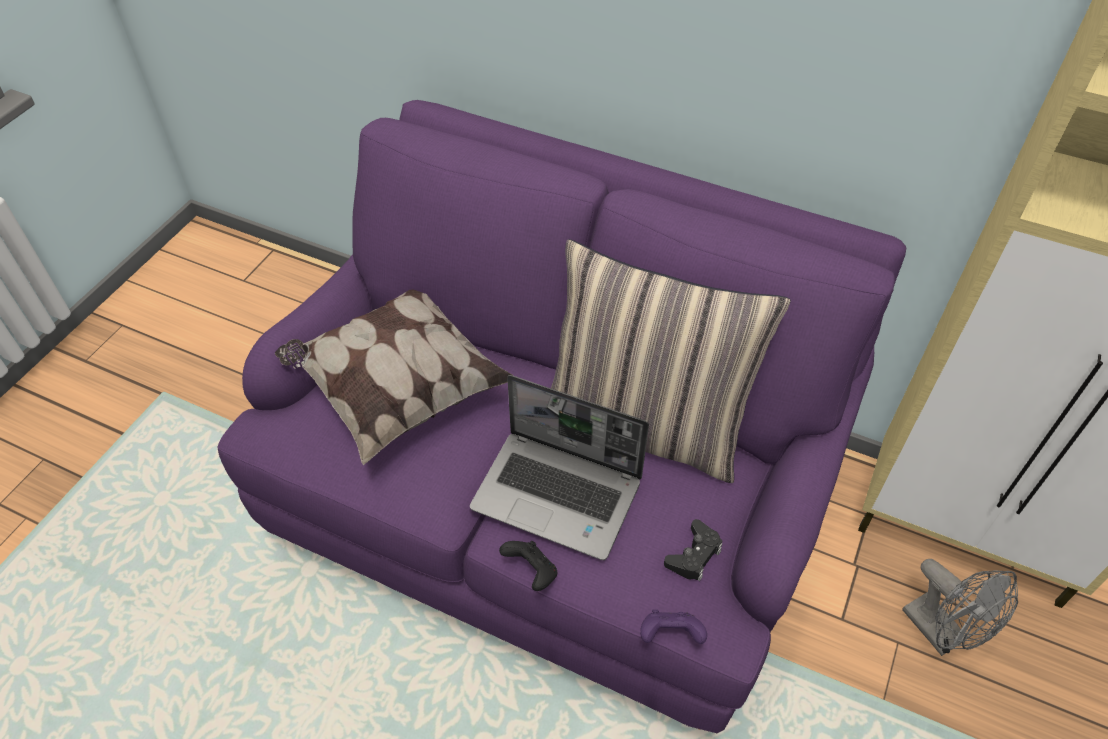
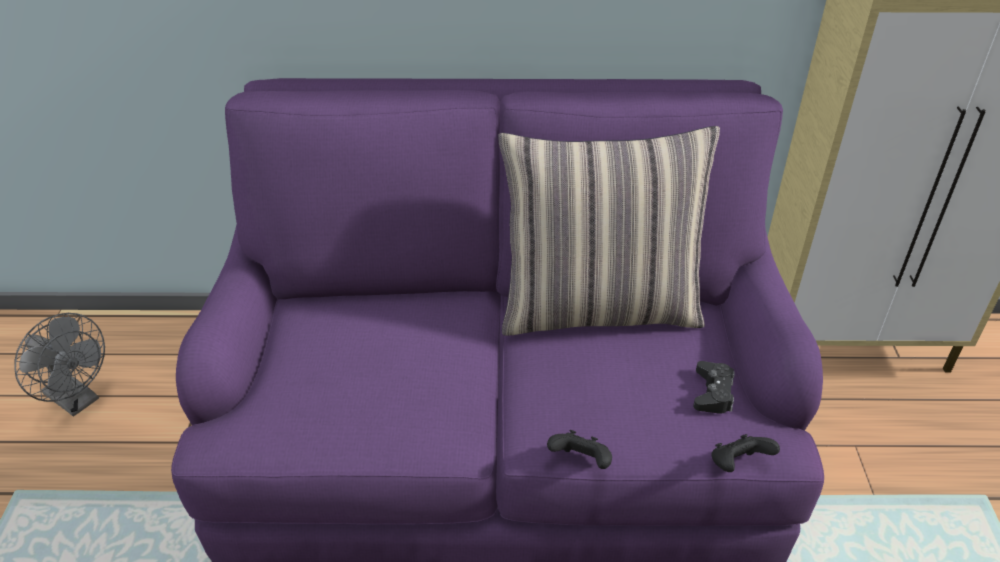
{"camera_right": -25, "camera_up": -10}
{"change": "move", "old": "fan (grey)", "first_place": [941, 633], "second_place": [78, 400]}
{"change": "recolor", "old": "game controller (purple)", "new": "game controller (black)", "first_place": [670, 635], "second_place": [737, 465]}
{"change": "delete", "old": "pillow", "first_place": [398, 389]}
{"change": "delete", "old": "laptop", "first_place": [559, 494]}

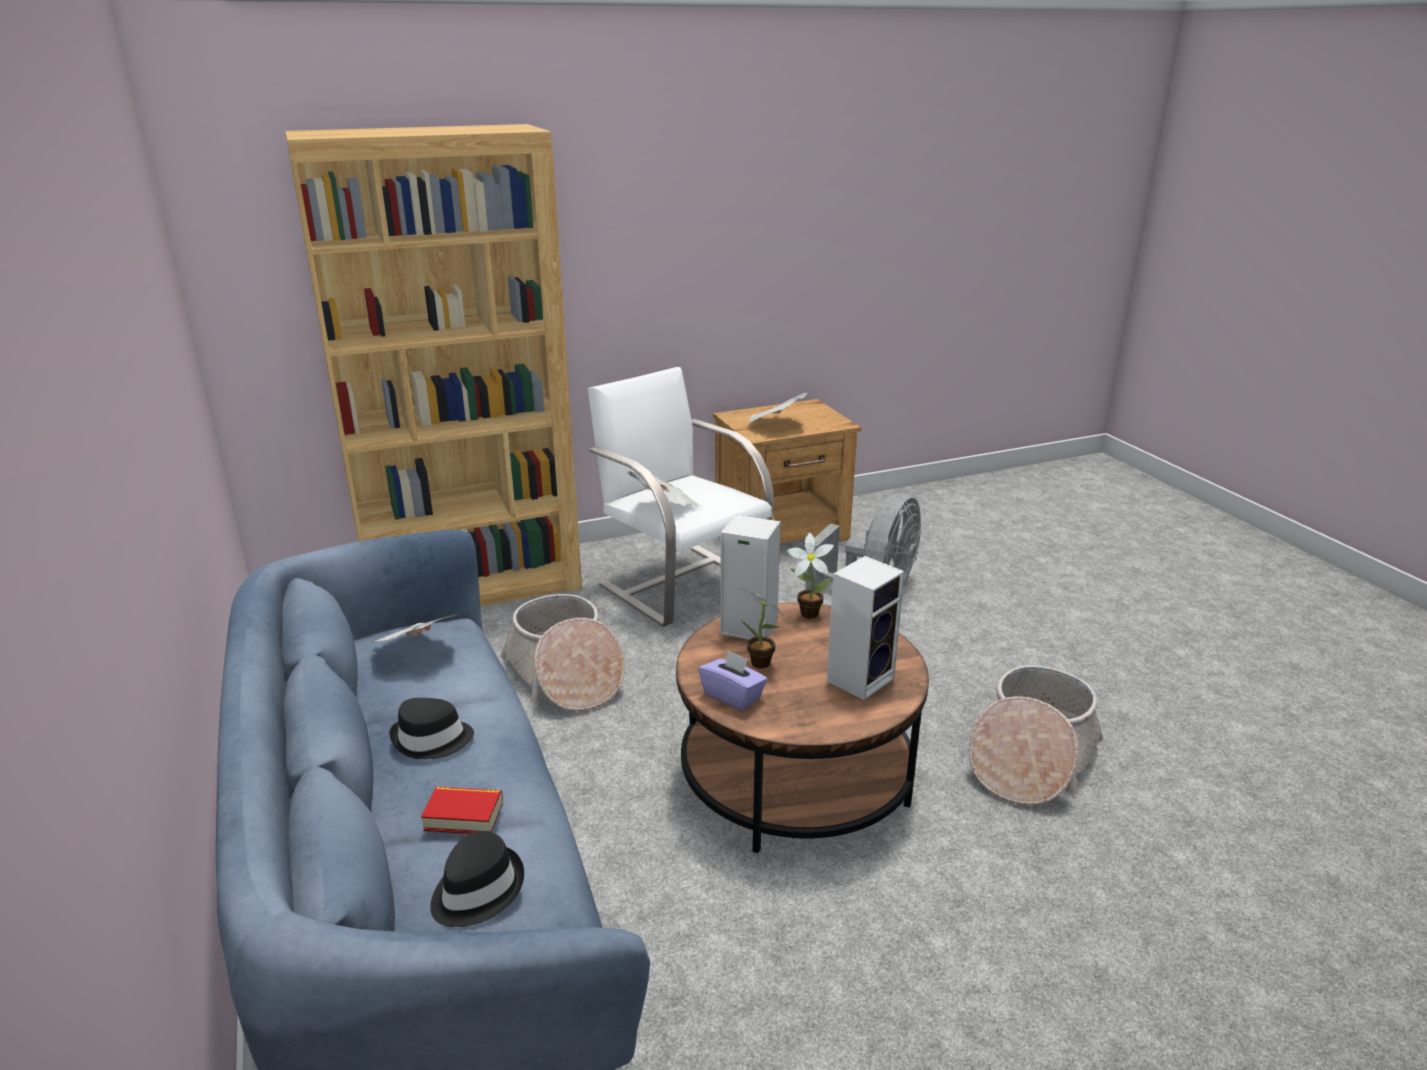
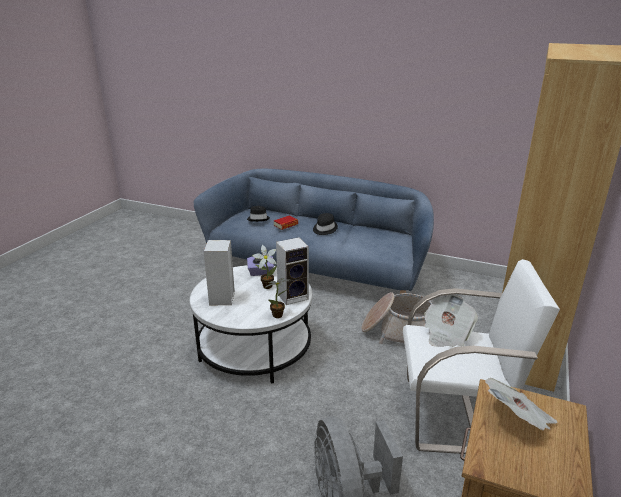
{"camera_right": 135, "camera_up": 0}
{"change": "recolor", "old": "coffee table (brown)", "new": "coffee table (white)", "first_place": [795, 775], "second_place": [255, 347]}
{"change": "delete", "old": "newspaper", "first_place": [417, 649]}
{"change": "delete", "old": "basket", "first_place": [1030, 759]}

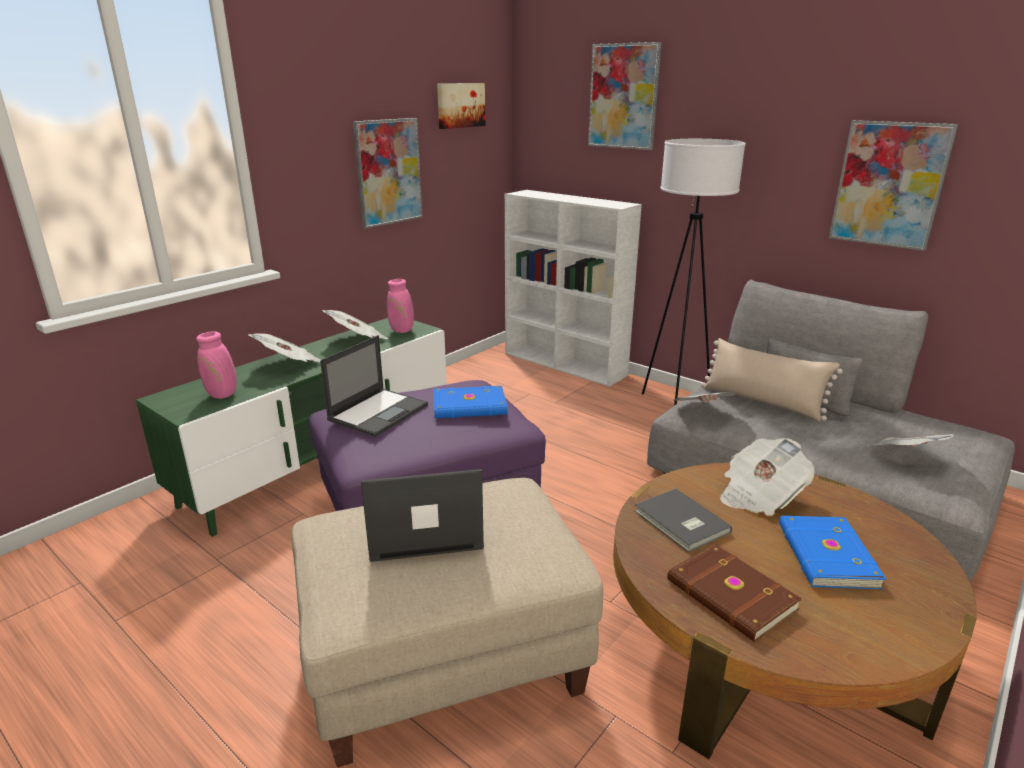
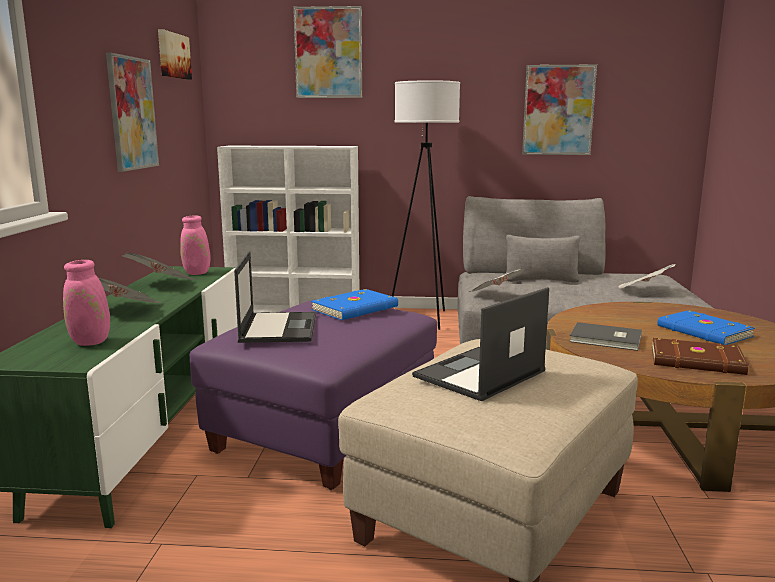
{"camera_right": -35, "camera_up": -10}
{"change": "delete", "old": "pillow (beige)", "first_place": [762, 402]}
{"change": "delete", "old": "newspaper", "first_place": [759, 495]}

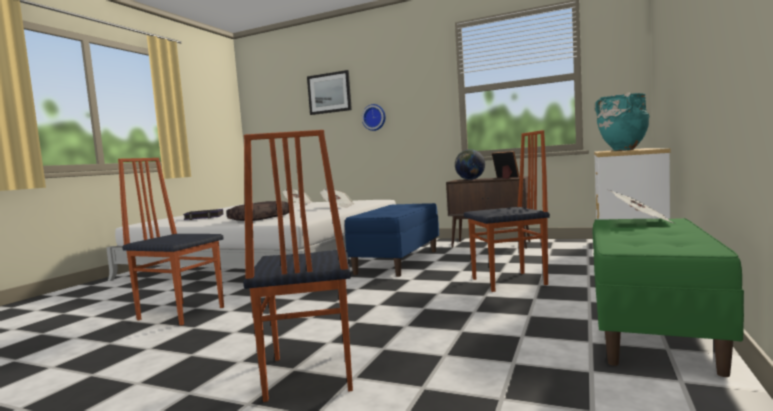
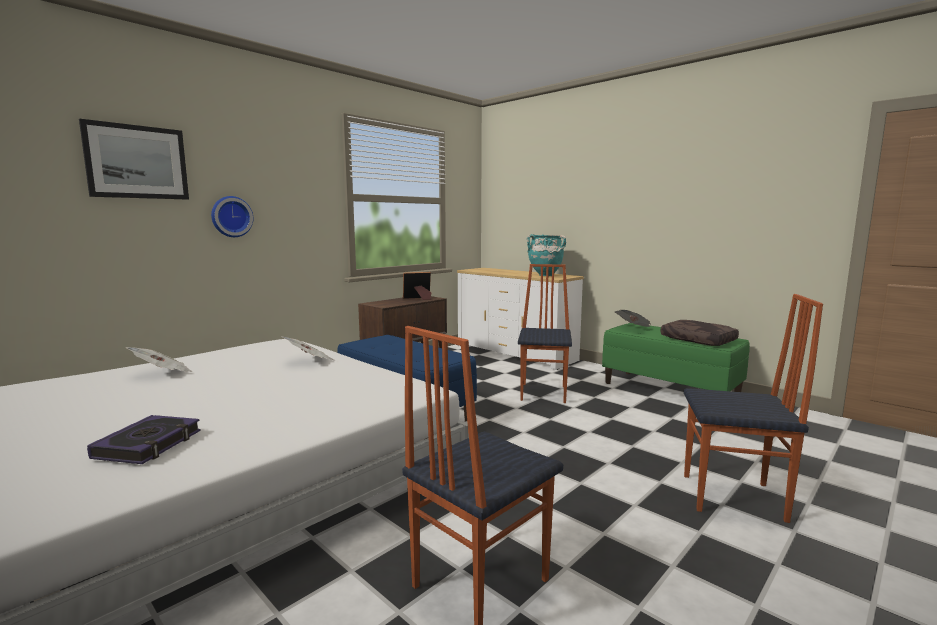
{"camera_right": -70, "camera_up": 5}
{"change": "move", "old": "pillow (brown)", "first_place": [261, 218], "second_place": [697, 340]}
{"change": "delete", "old": "globe", "first_place": [470, 179]}

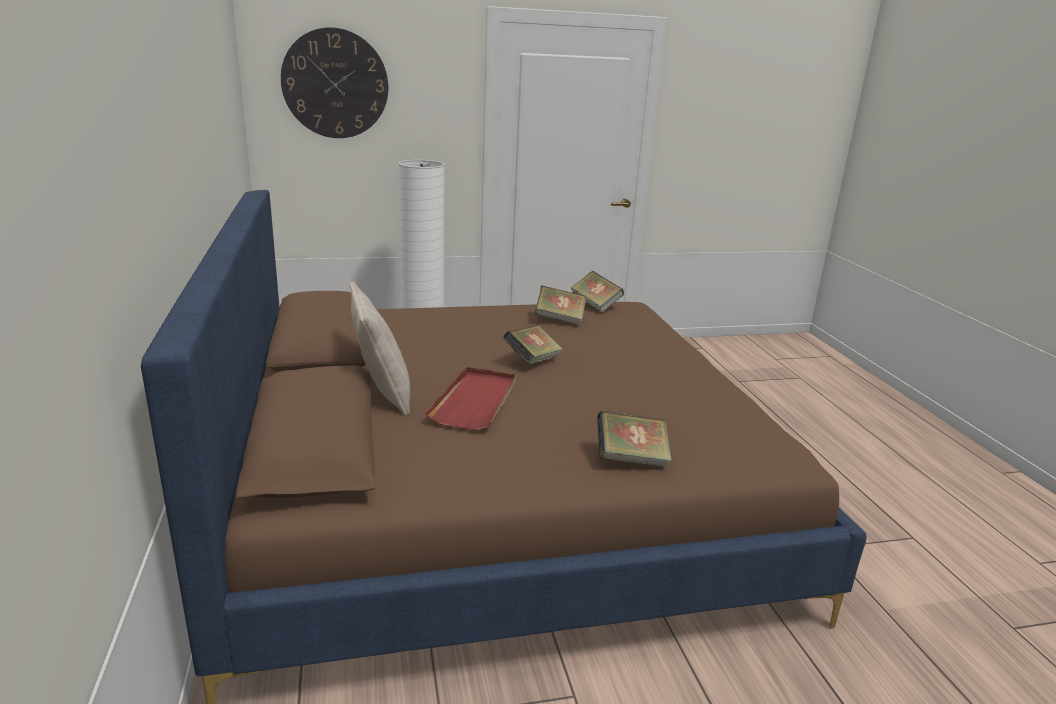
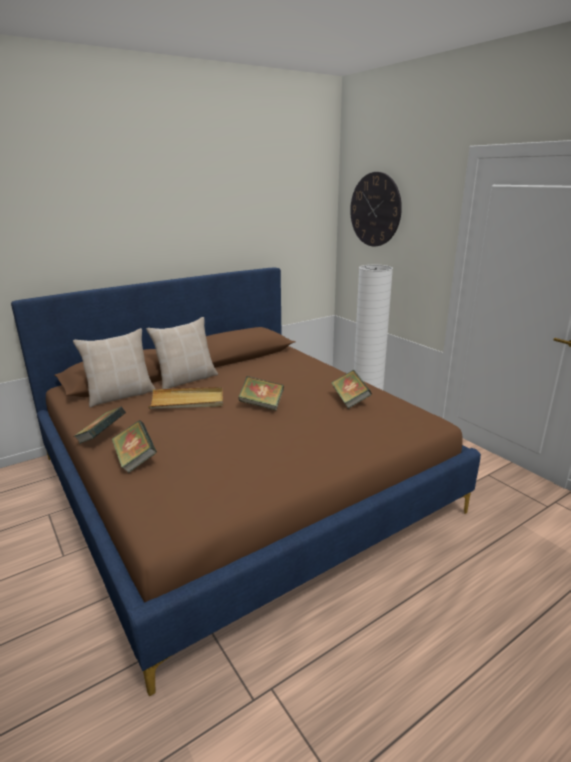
{"camera_right": 70, "camera_up": 0}
{"change": "insert", "new": "pillow (beige)", "second_place": [121, 395]}
{"change": "move", "old": "book", "first_place": [595, 305], "second_place": [102, 437]}
{"change": "recolor", "old": "tray (red)", "new": "tray (beige)", "first_place": [475, 401], "second_place": [187, 401]}

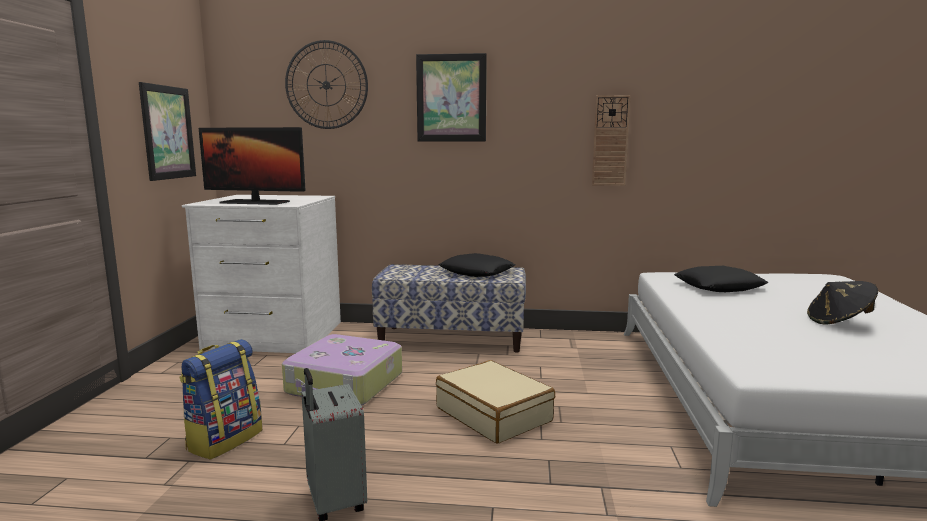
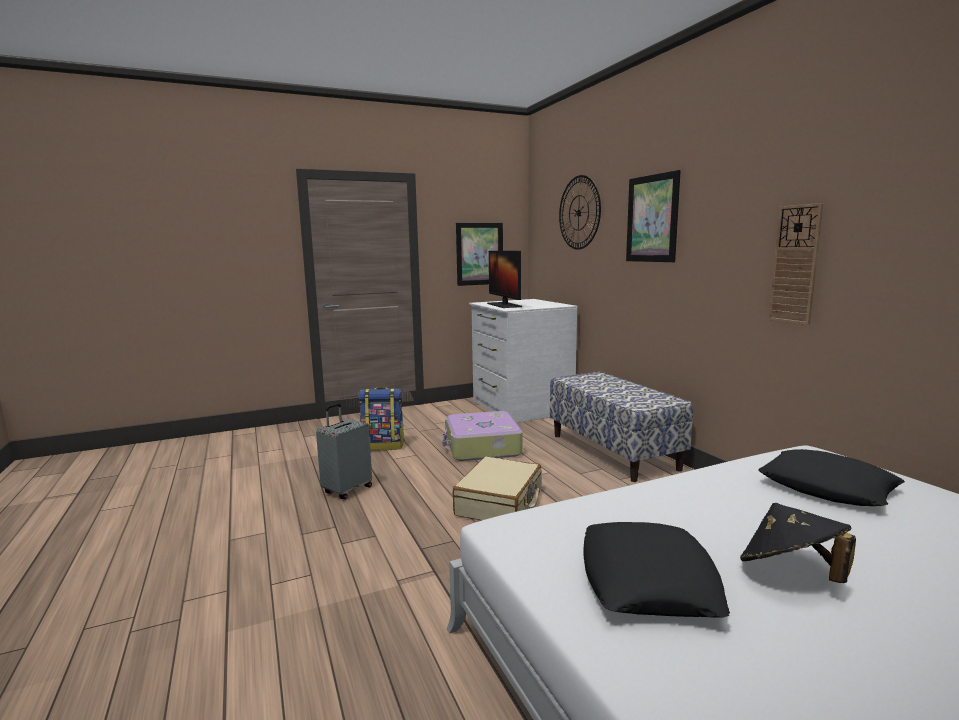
{"camera_right": 60, "camera_up": 0}
{"change": "move", "old": "pillow (black)", "first_place": [477, 272], "second_place": [648, 580]}

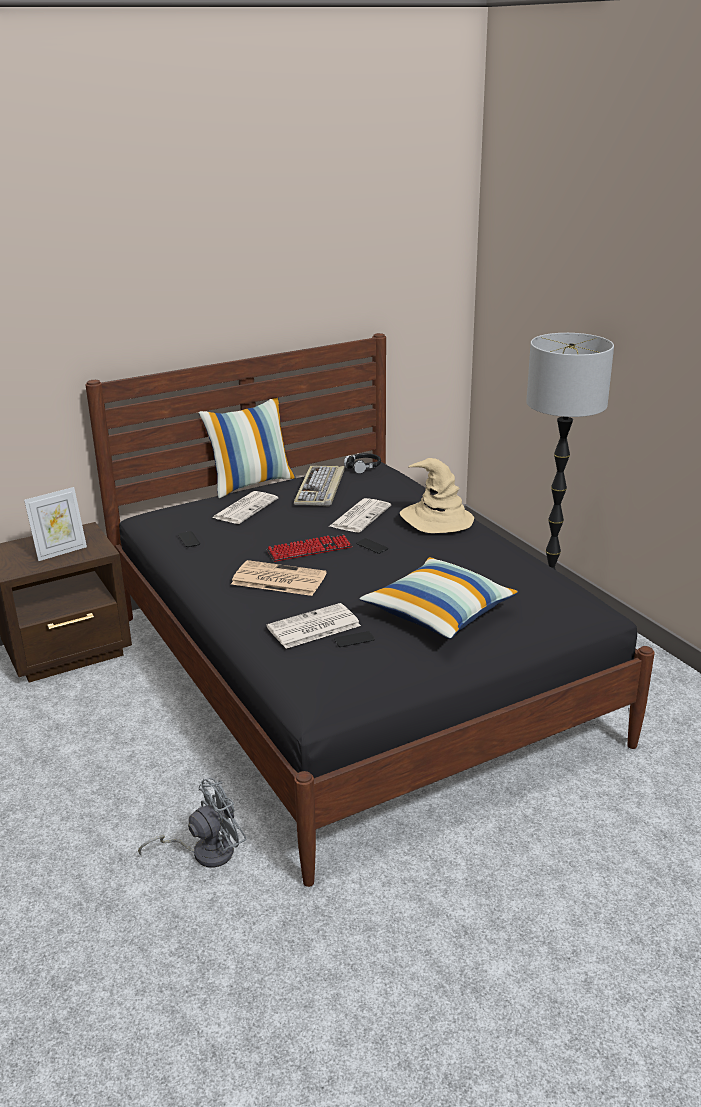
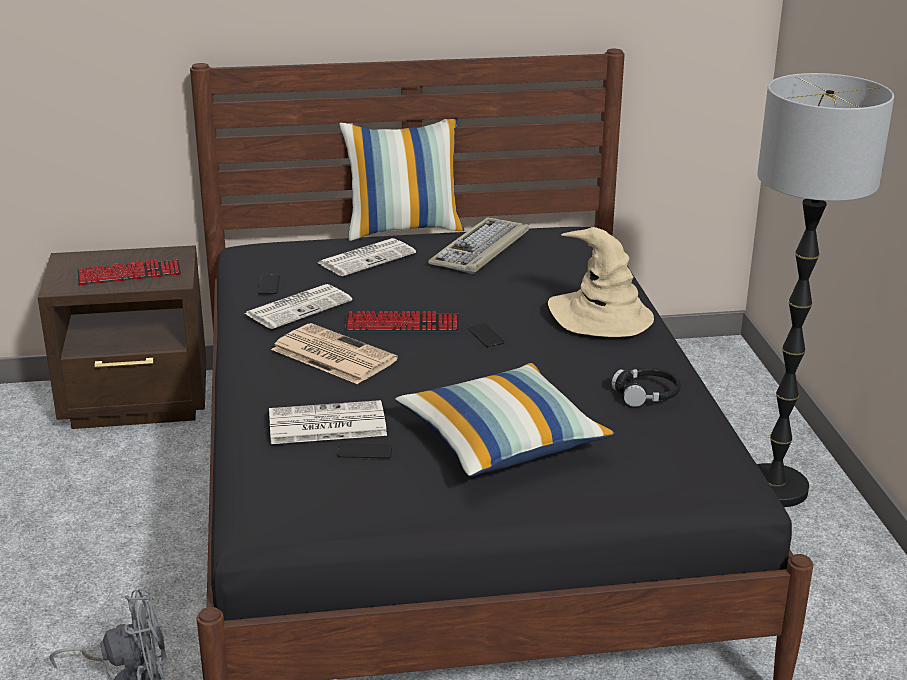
{"camera_right": 20, "camera_up": 0}
{"change": "replace", "old": "picture frame", "new": "keyboard", "first_place": [60, 552], "second_place": [129, 274]}
{"change": "move", "old": "newspaper", "first_place": [360, 516], "second_place": [299, 307]}
{"change": "move", "old": "headphones (black)", "first_place": [363, 467], "second_place": [647, 394]}

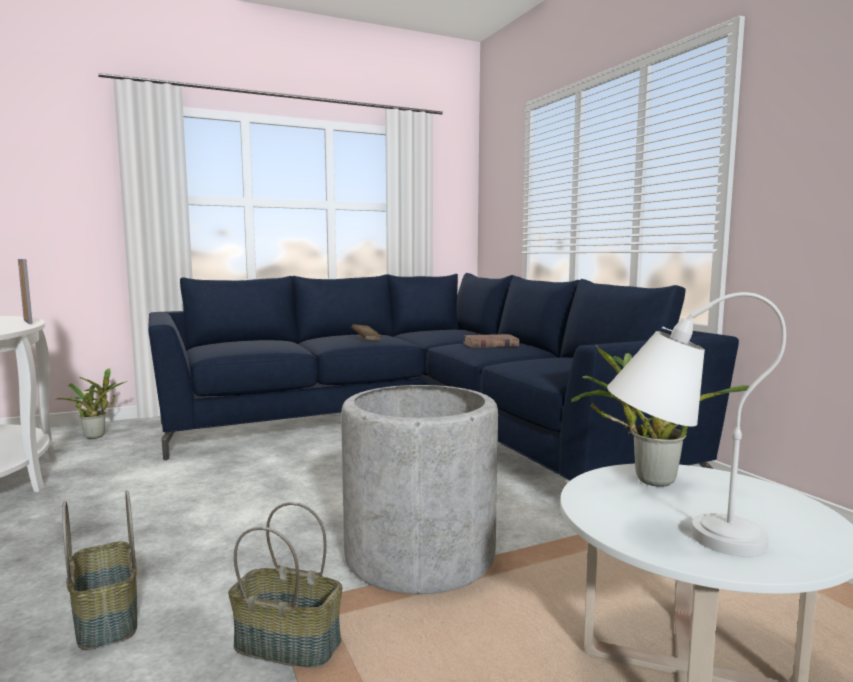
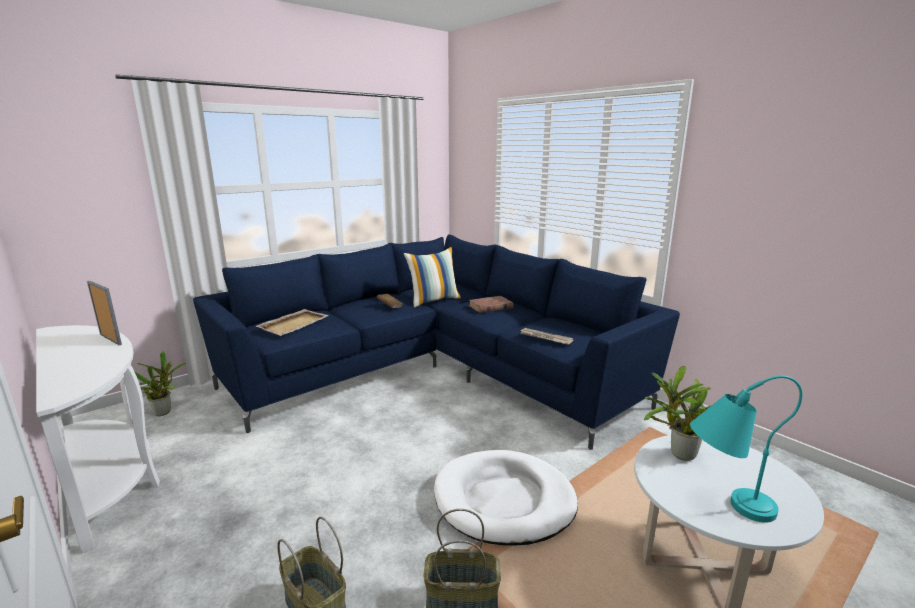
{"camera_right": -15, "camera_up": 10}
{"change": "insert", "new": "tray (beige)", "second_place": [294, 324]}
{"change": "insert", "new": "pillow", "second_place": [433, 300]}
{"change": "replace", "old": "planter (grey)", "new": "dog bed (white)", "first_place": [420, 555], "second_place": [504, 500]}
{"change": "insert", "new": "newspaper", "second_place": [545, 338]}
{"change": "recolor", "old": "table lamp (white)", "new": "table lamp (turquoise)", "first_place": [677, 531], "second_place": [723, 505]}

